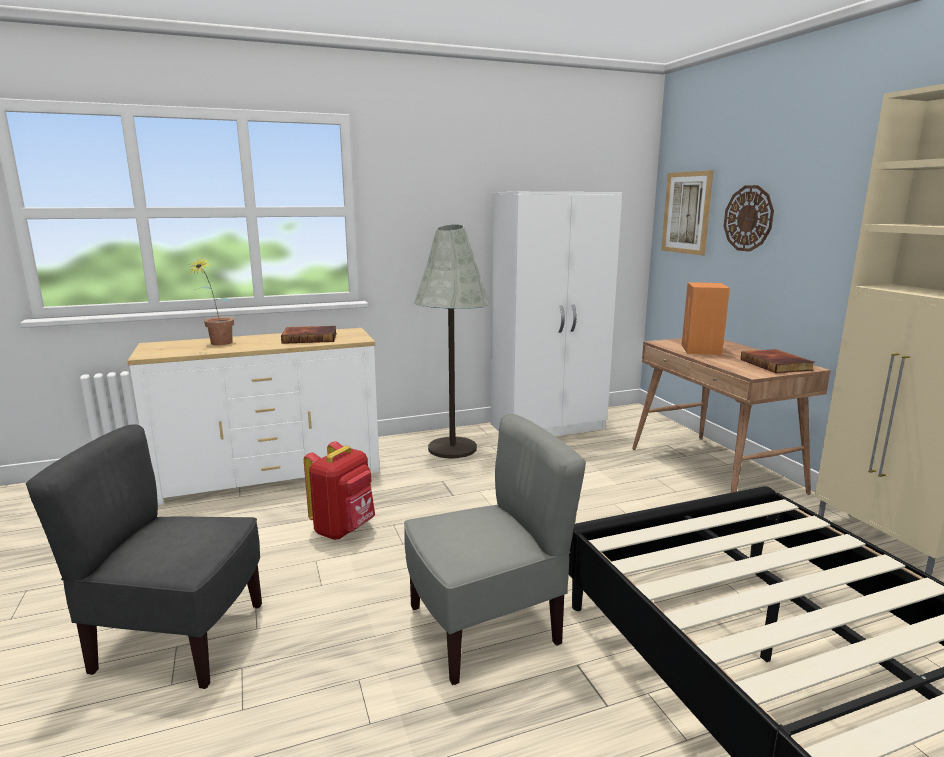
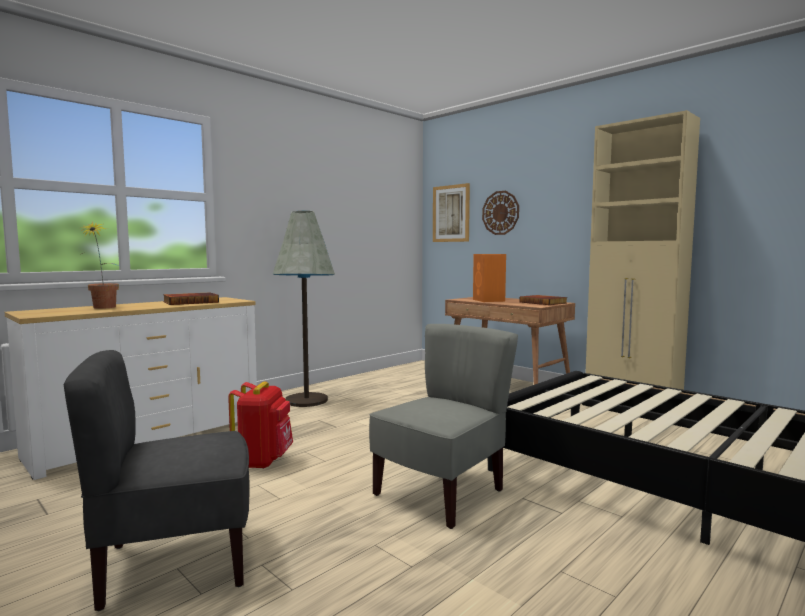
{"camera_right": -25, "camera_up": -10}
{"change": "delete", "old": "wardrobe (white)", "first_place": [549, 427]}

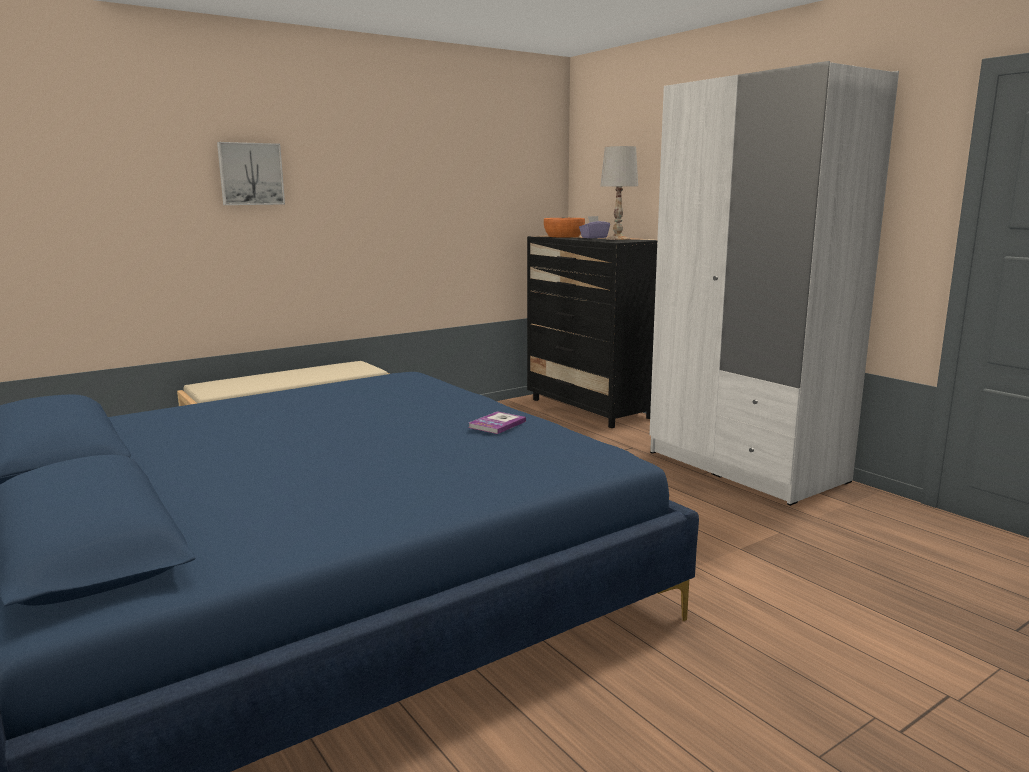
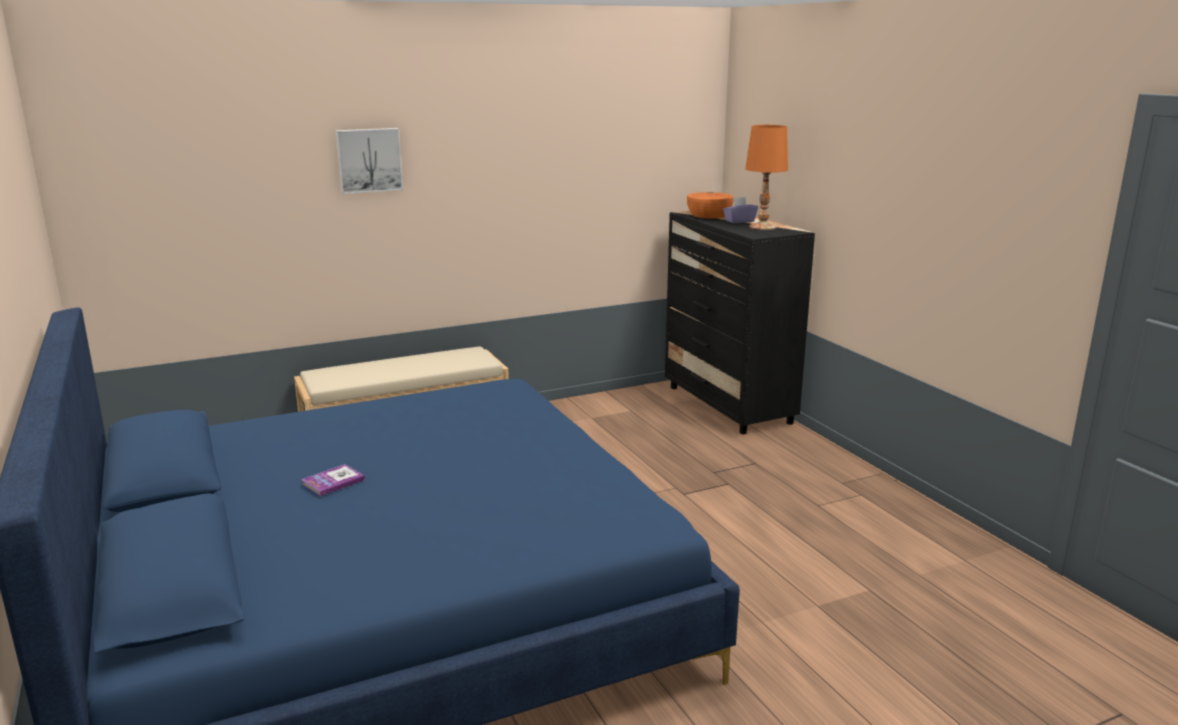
{"camera_right": 10, "camera_up": 5}
{"change": "move", "old": "book", "first_place": [497, 424], "second_place": [333, 482]}
{"change": "recolor", "old": "table lamp (white)", "new": "table lamp (orange)", "first_place": [617, 239], "second_place": [762, 227]}
{"change": "delete", "old": "wardrobe (white)", "first_place": [745, 466]}

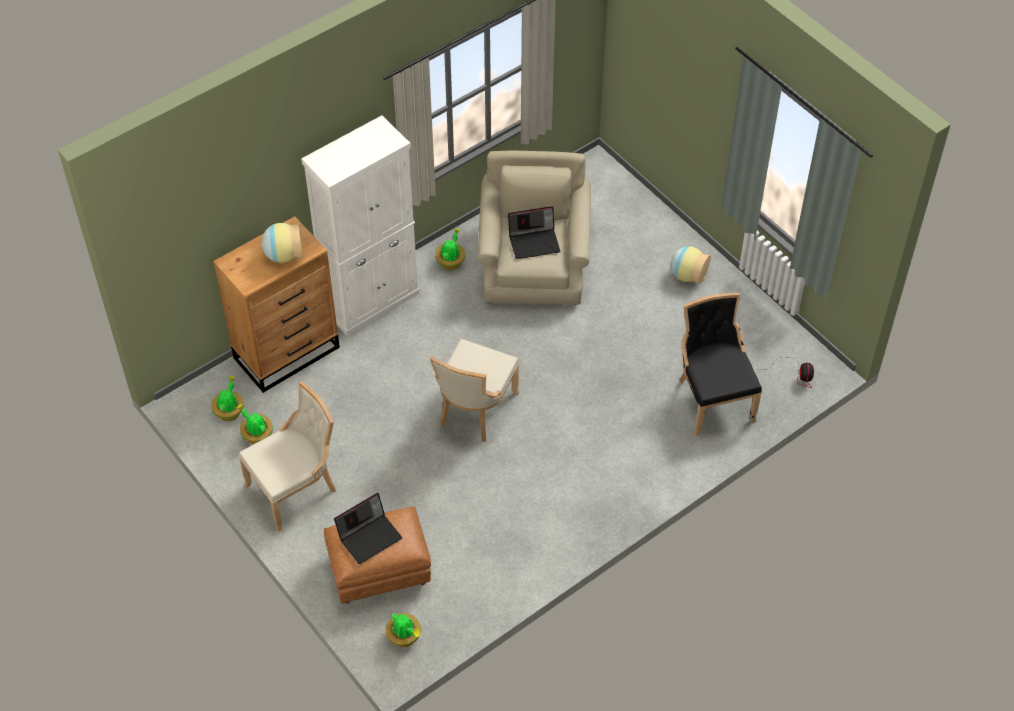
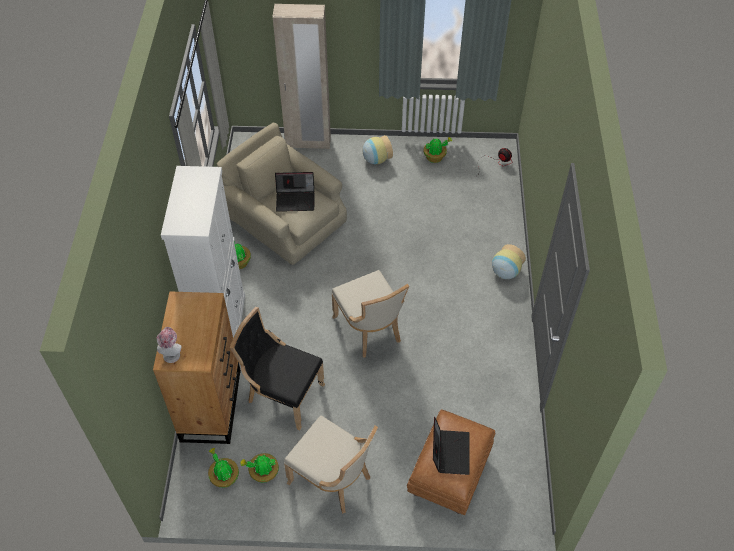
{"camera_right": -50, "camera_up": 0}
{"change": "insert", "new": "hat", "second_place": [171, 353]}
{"change": "move", "old": "chair (black)", "first_place": [712, 398], "second_place": [282, 394]}
{"change": "insert", "new": "wardrobe (beige)", "second_place": [308, 142]}
{"change": "rotate", "old": "laptop", "first_place": [534, 242], "second_place": [296, 199], "degrees": 60}
{"change": "rotate", "old": "chair (beige)", "first_place": [295, 489], "second_place": [333, 479], "degrees": 120}
{"change": "move", "old": "potted plant", "first_place": [405, 637], "second_place": [435, 157]}
{"change": "move", "old": "vase", "first_place": [284, 255], "second_place": [505, 272]}

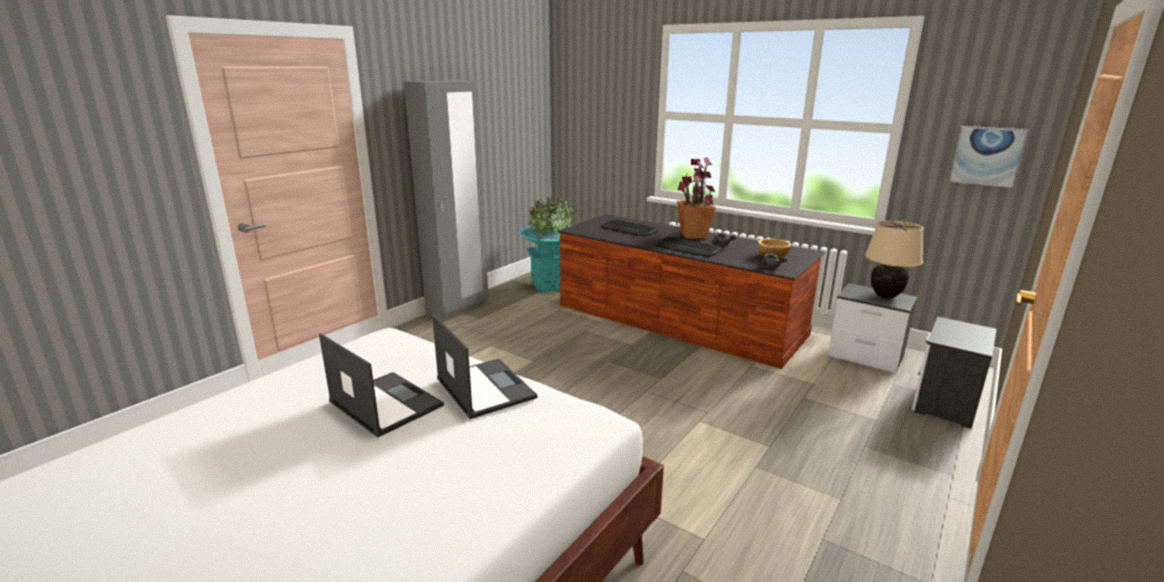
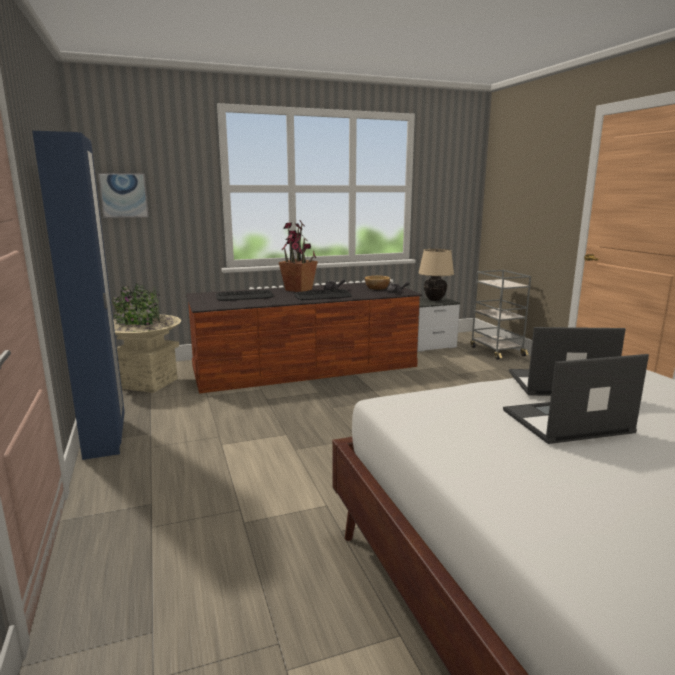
{"camera_right": -55, "camera_up": -5}
{"change": "recolor", "old": "wardrobe (grey)", "new": "wardrobe (blue)", "first_place": [458, 309], "second_place": [106, 438]}
{"change": "move", "old": "picture", "first_place": [987, 156], "second_place": [124, 195]}
{"change": "recolor", "old": "planter (turquoise)", "new": "planter (beige)", "first_place": [552, 284], "second_place": [148, 383]}
{"change": "replace", "old": "nightstand", "new": "cart (grey)", "first_place": [944, 404], "second_place": [496, 351]}

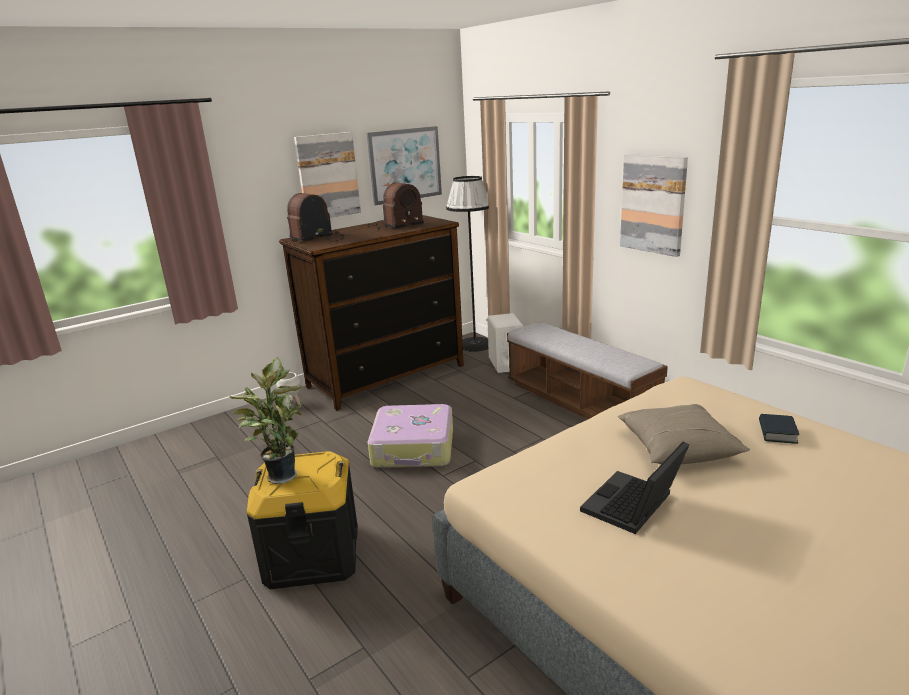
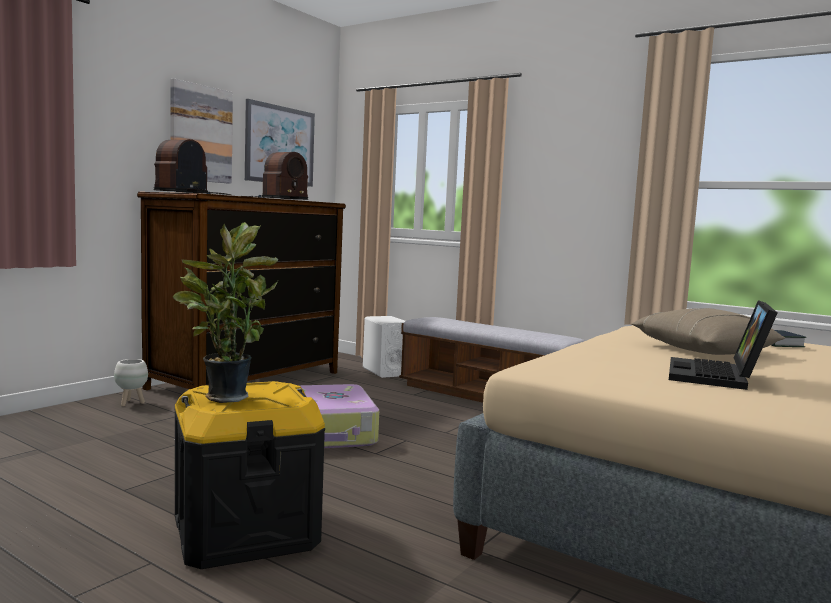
{"camera_right": -20, "camera_up": -15}
{"change": "delete", "old": "floor lamp (black)", "first_place": [475, 344]}
{"change": "delete", "old": "picture", "first_place": [653, 204]}

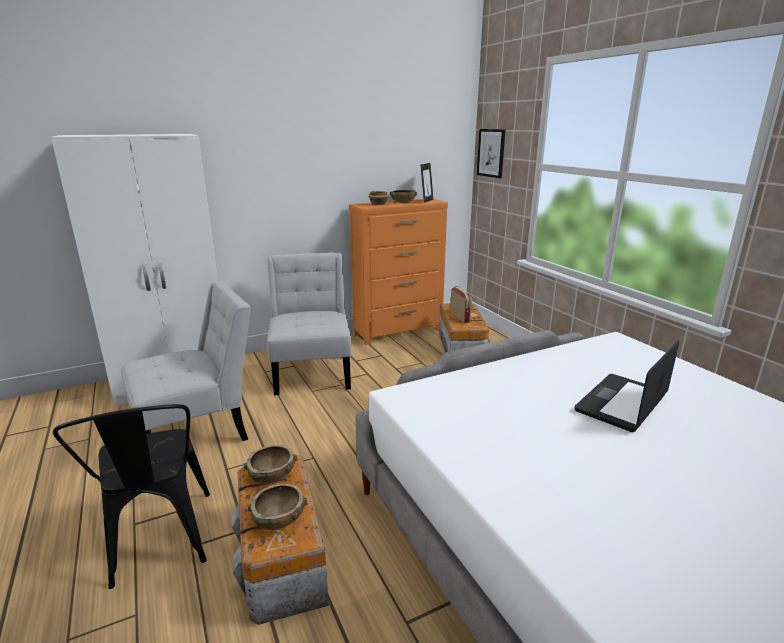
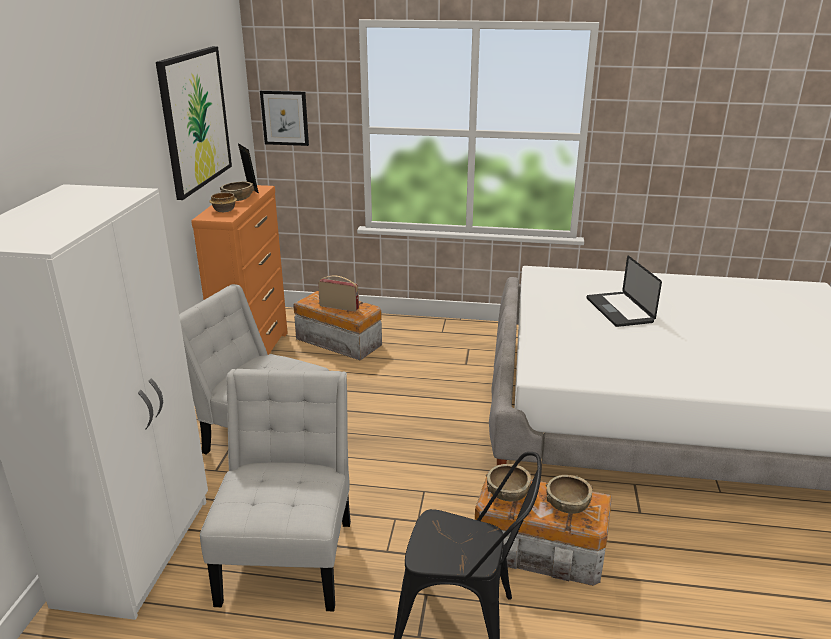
{"camera_right": -55, "camera_up": 5}
{"change": "insert", "new": "picture", "second_place": [195, 120]}

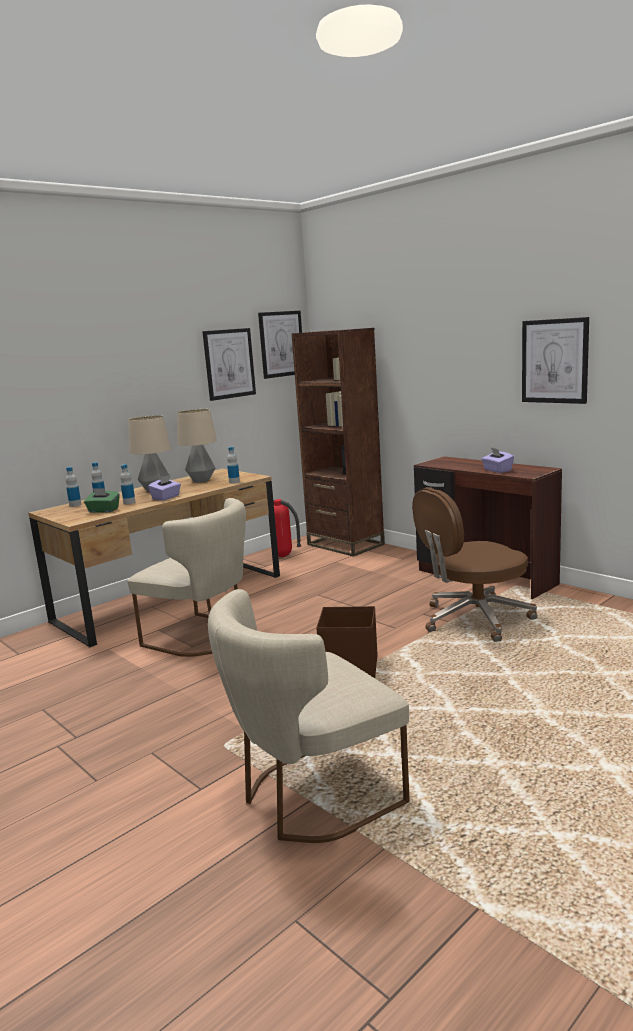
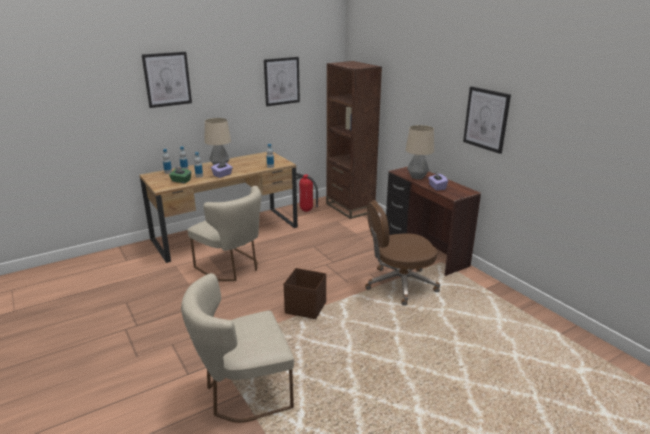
{"camera_right": 10, "camera_up": 10}
{"change": "move", "old": "picture", "first_place": [281, 344], "second_place": [167, 79]}
{"change": "move", "old": "table lamp", "first_place": [202, 480], "second_place": [417, 177]}

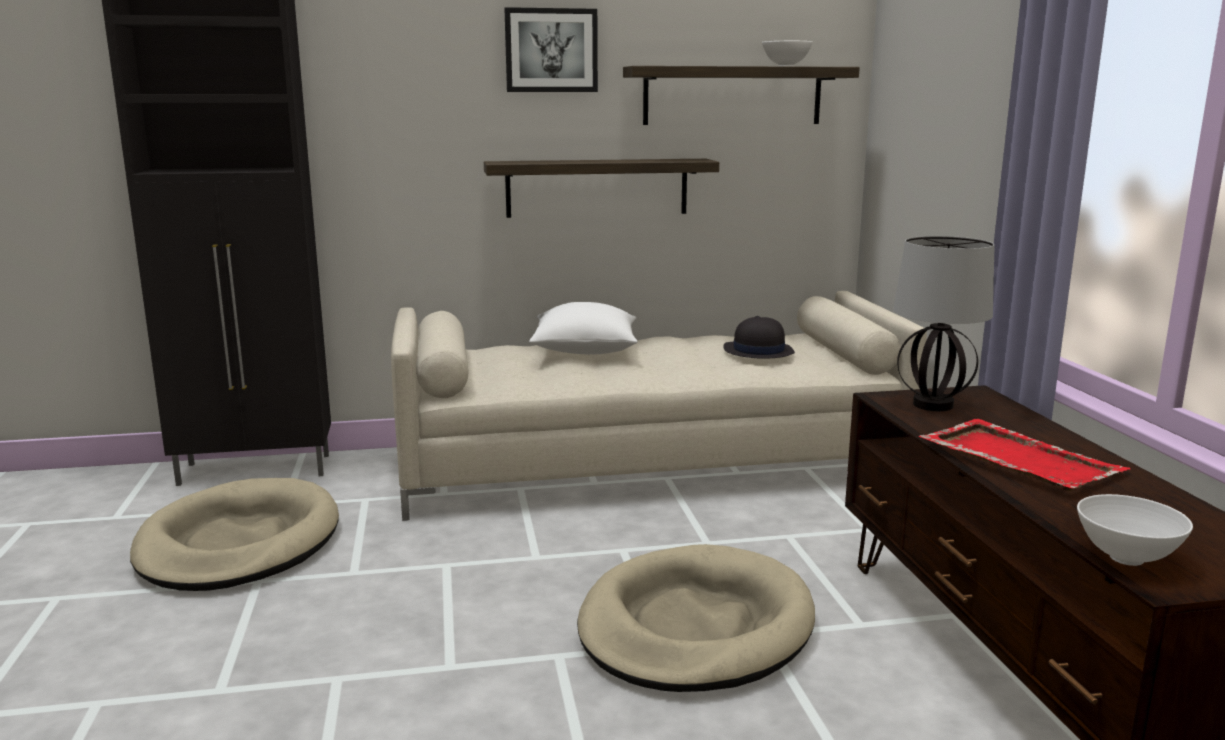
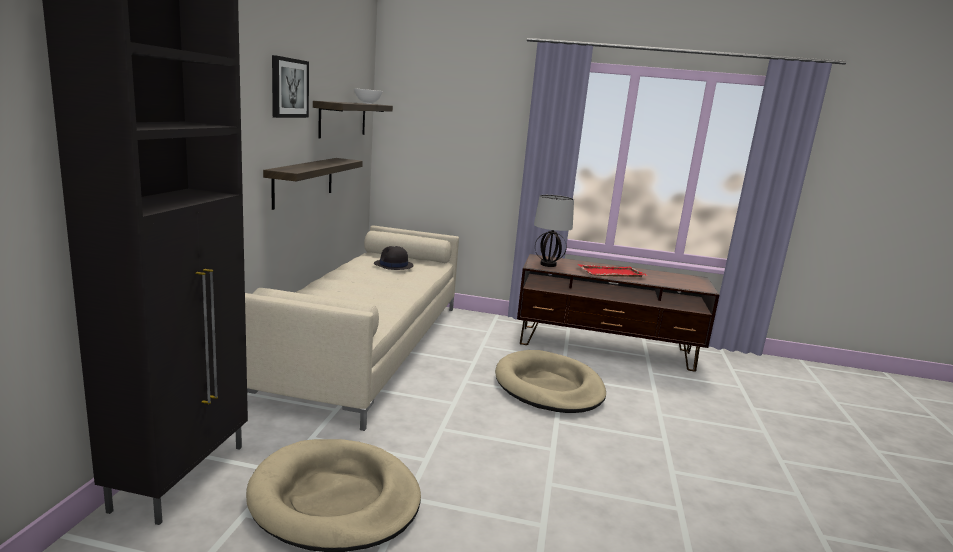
{"camera_right": -70, "camera_up": 0}
{"change": "delete", "old": "pillow (white)", "first_place": [584, 351]}
{"change": "delete", "old": "bowl (white)", "first_place": [1127, 559]}

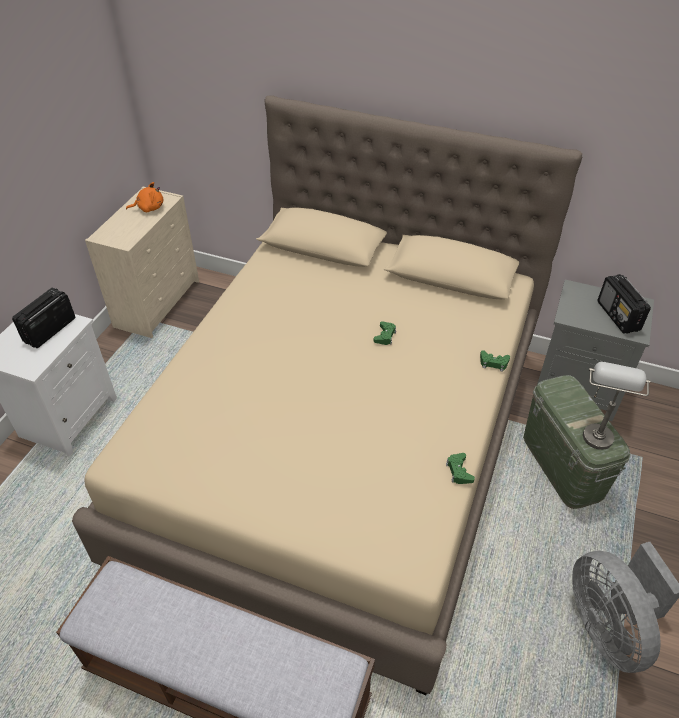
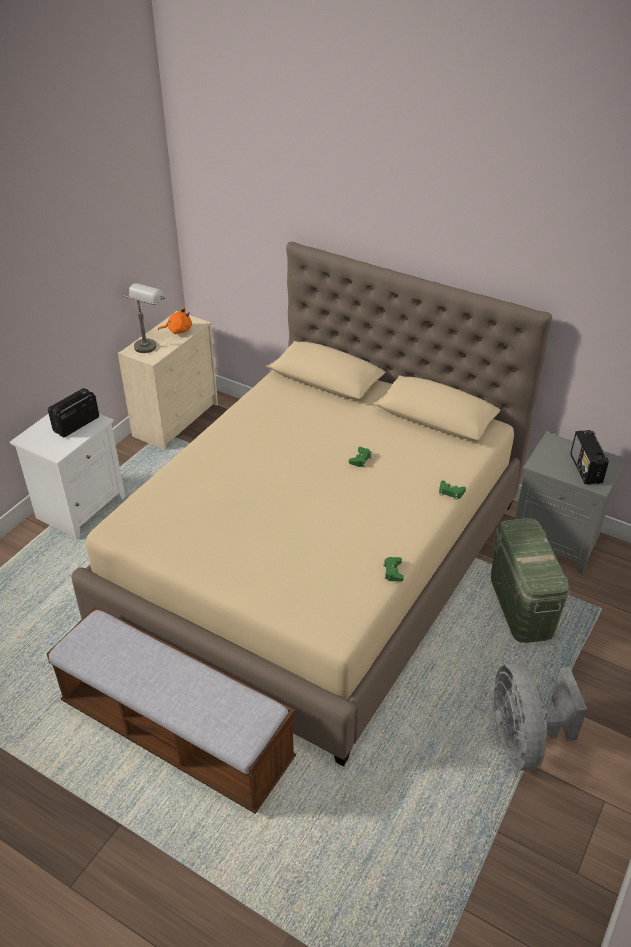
{"camera_right": 10, "camera_up": -5}
{"change": "move", "old": "table lamp (grey)", "first_place": [597, 429], "second_place": [149, 343]}

